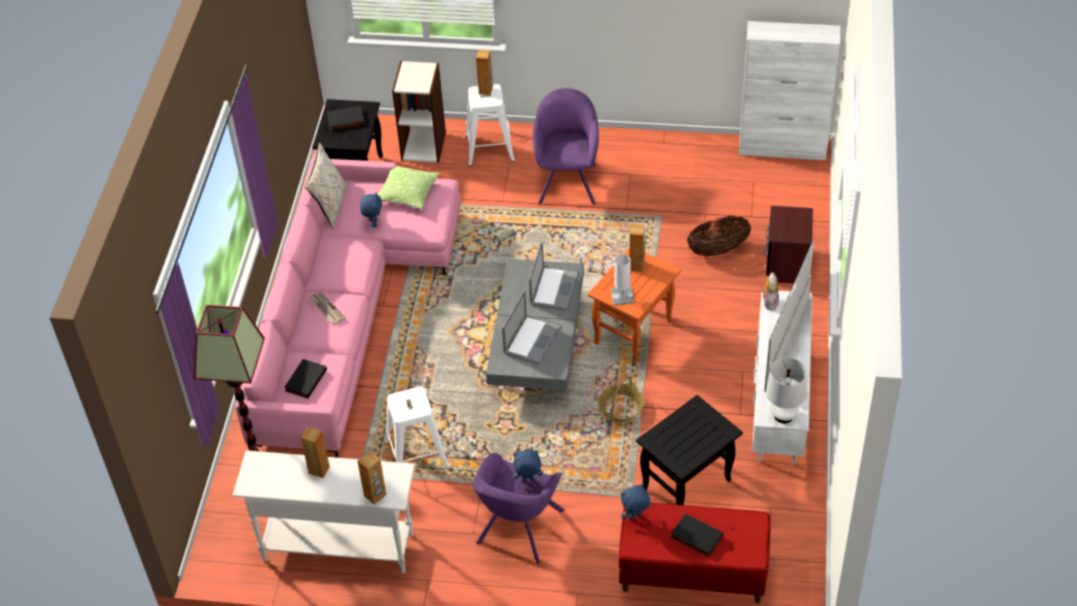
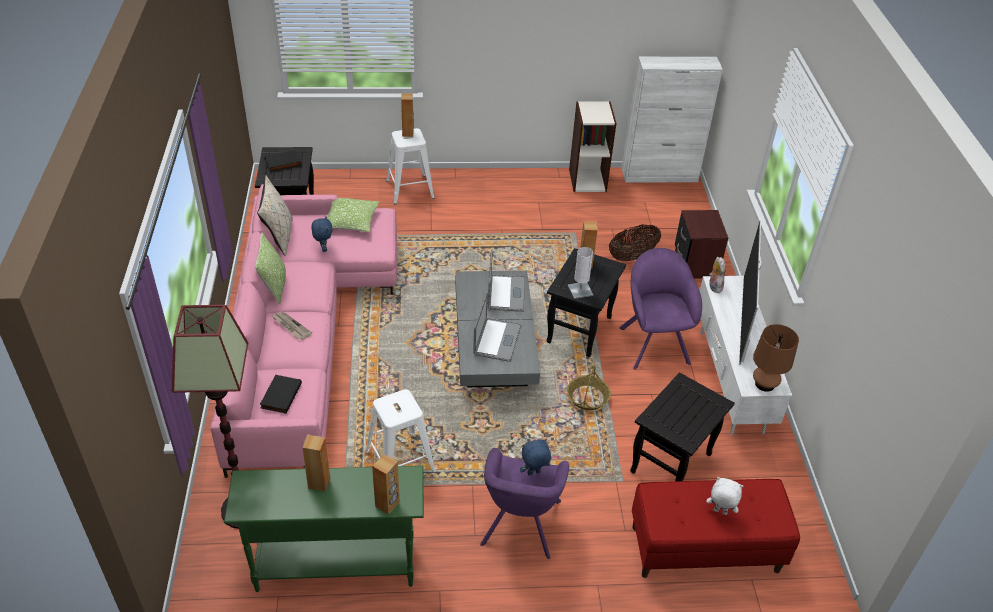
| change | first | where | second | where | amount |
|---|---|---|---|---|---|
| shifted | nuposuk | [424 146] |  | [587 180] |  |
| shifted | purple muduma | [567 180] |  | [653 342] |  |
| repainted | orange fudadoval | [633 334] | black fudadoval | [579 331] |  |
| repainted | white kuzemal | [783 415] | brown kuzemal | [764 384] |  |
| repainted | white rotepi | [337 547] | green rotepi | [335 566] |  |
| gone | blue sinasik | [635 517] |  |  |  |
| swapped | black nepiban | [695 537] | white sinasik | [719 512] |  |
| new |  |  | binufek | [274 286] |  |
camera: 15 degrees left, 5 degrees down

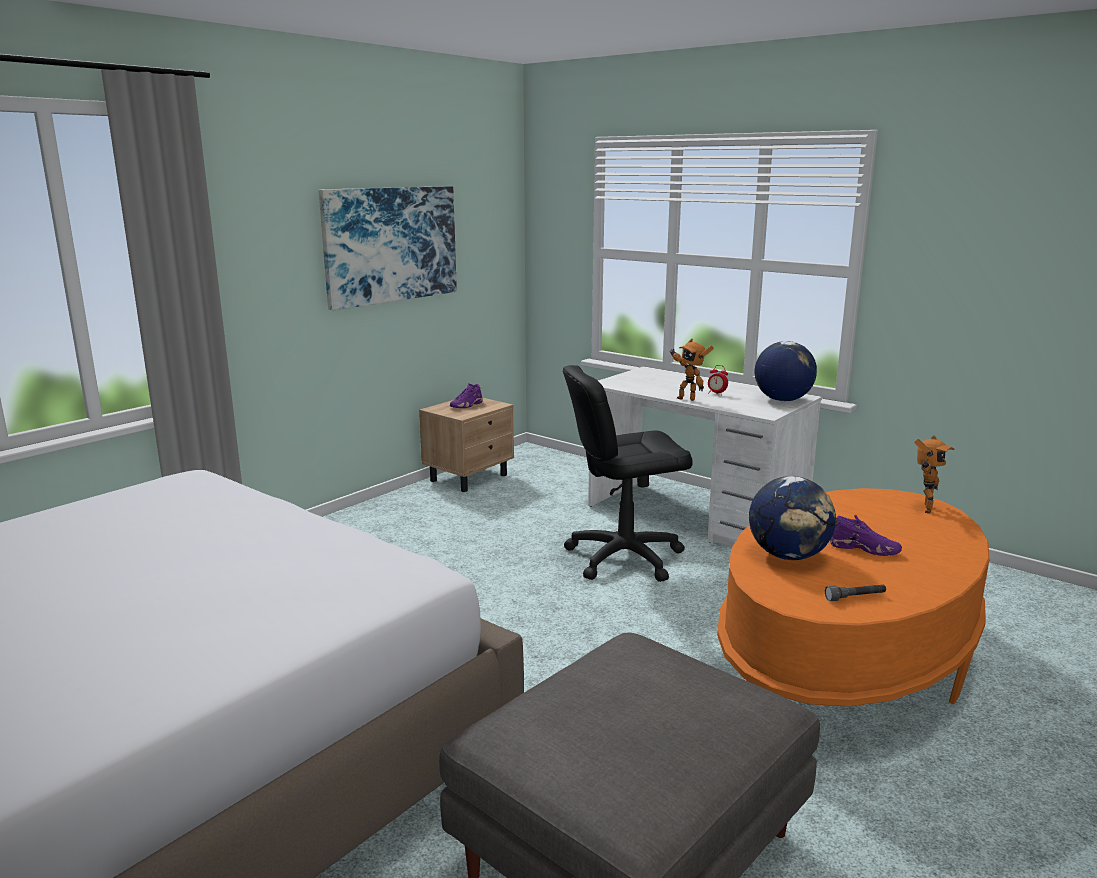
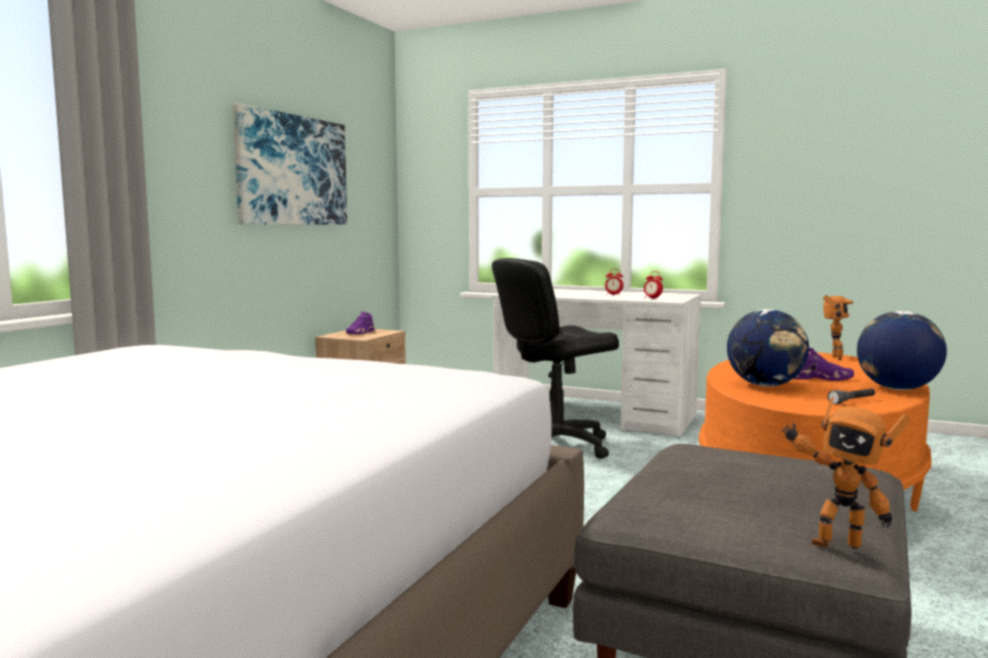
| change | first | where | second | where | amount |
|---|---|---|---|---|---|
| shifted | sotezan | [686 398] |  | [834 543] |  |
| shifted | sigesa | [782 400] |  | [897 389] |  |
| new |  |  | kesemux | [652 299] |  |
camera: 15 degrees left, 10 degrees down

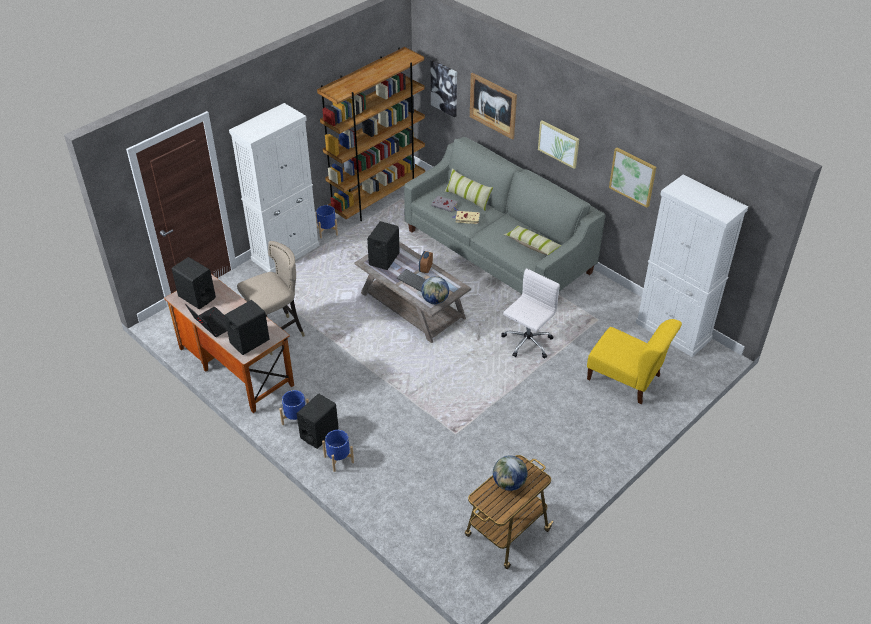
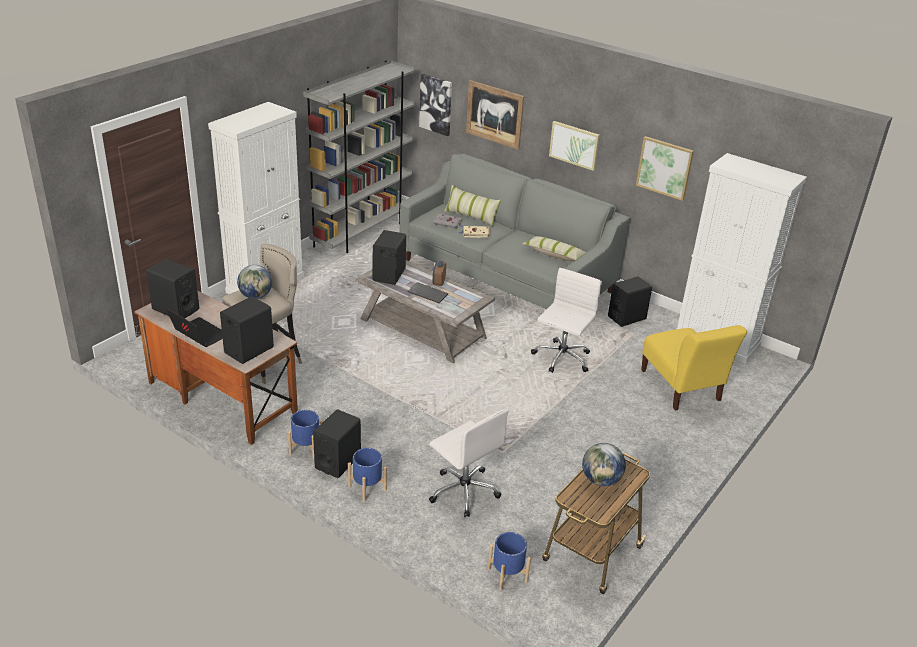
| change | first | where | second | where | amount |
|---|---|---|---|---|---|
| repainted | brown nuposuk | [378 198] | grey nuposuk | [362 232] |  |
| shifted | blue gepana | [327 231] |  | [507 575] |  |
| shifted | sigesa | [435 300] |  | [256 296] |  |
| rotated | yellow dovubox | [626 379] |  | [681 388] | 45 degrees clockwise |
| new |  |  | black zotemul | [627 317] |  |
| new |  |  | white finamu | [463 491] |  |
camera: 10 degrees left, 10 degrees down

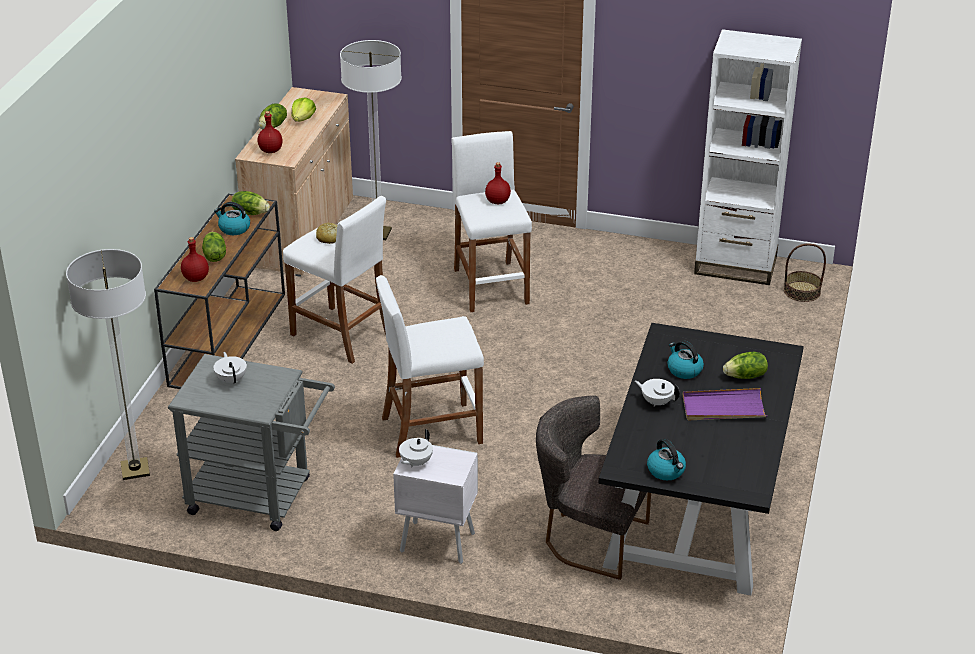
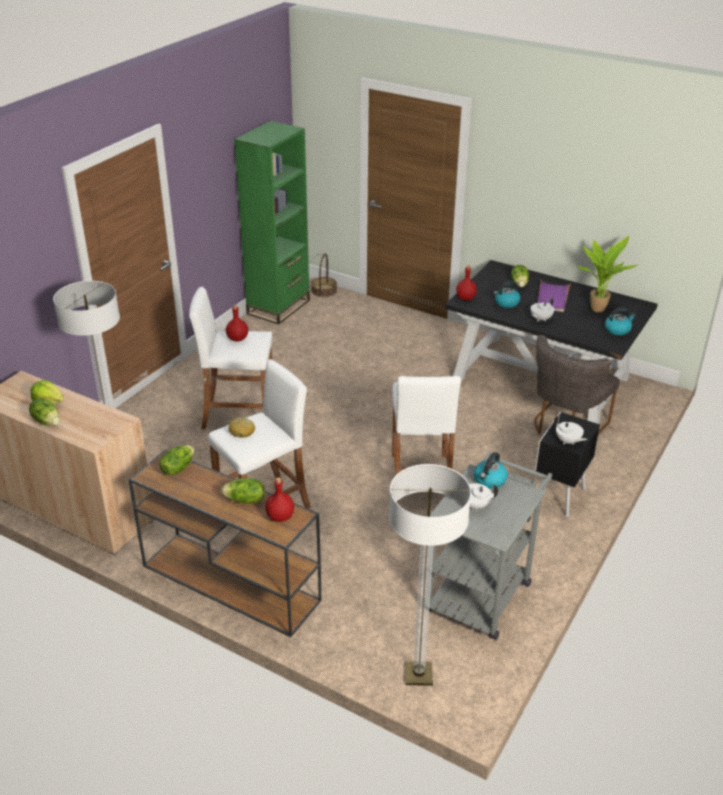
| change | first | where | second | where | amount |
|---|---|---|---|---|---|
| repainted | white nuposuk | [735 266] | green nuposuk | [278 307] |  |
| shifted | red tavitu | [271 150] |  | [465 298] |  |
| shifted | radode | [234 228] |  | [489 480] |  |
| repainted | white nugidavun | [436 542] | black nugidavun | [558 497] |  |
| new |  |  | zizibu | [596 308] |  |
camera: 75 degrees left, 0 degrees up

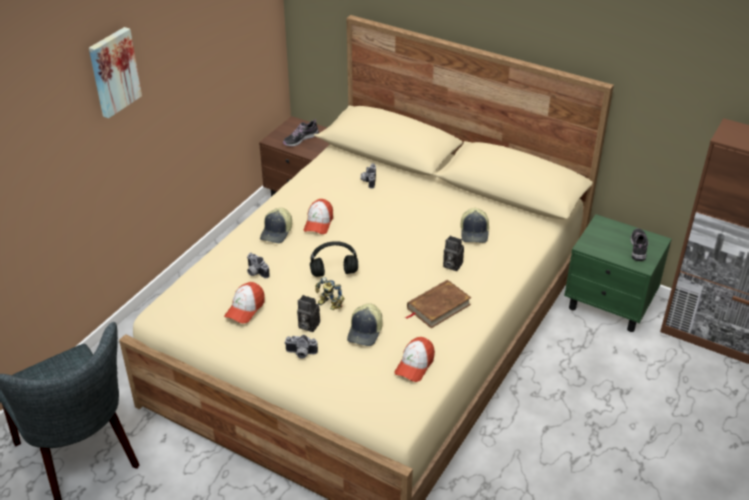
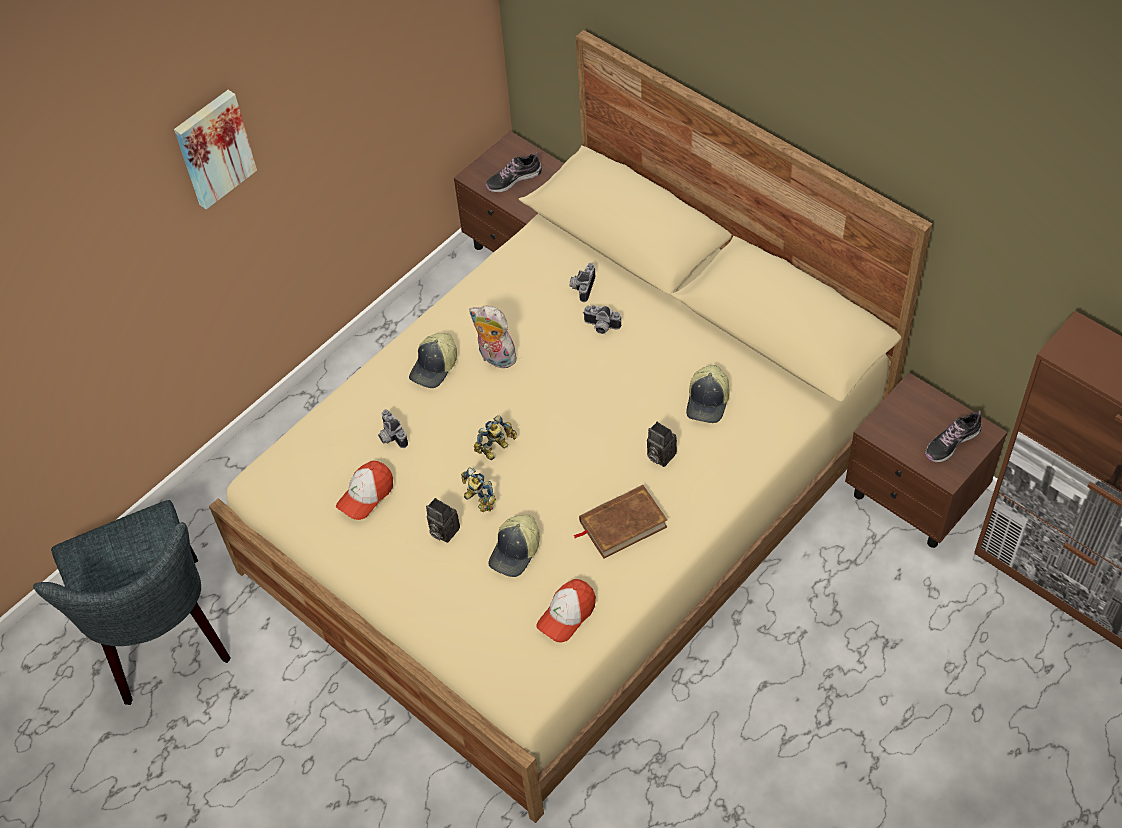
| change | first | where | second | where | amount |
|---|---|---|---|---|---|
| swapped | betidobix | [318 223] | sinasik | [495 357] |  |
| repainted | green nugidavun | [610 305] | brown nugidavun | [915 498] |  |
| rotated | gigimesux | [638 248] |  | [951 443] | 150 degrees counterclockwise |
| swapped | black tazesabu | [335 273] | sotezan | [496 449] |  |
| shifted | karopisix | [301 354] |  | [601 327] |  |
camera: 15 degrees right, 15 degrees up

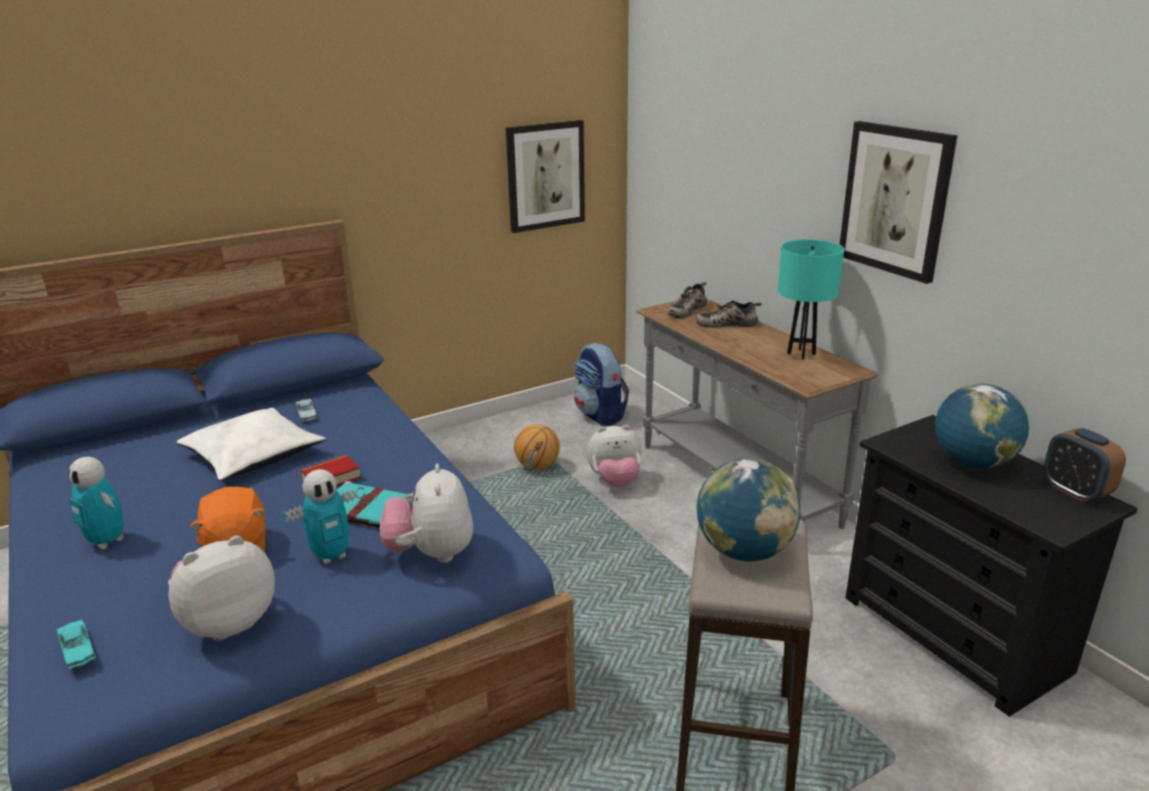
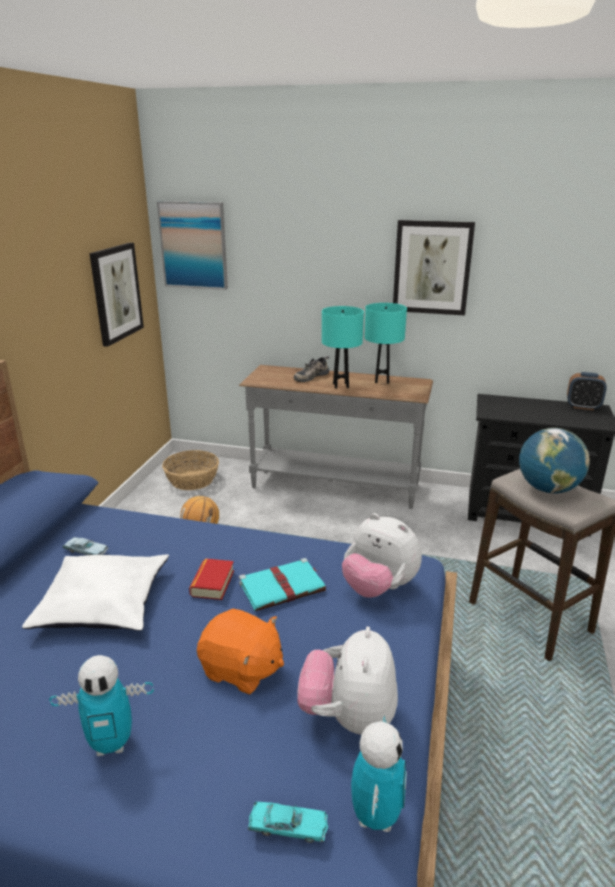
| change | first | where | second | where | amount |
|---|---|---|---|---|---|
| gone | gigimesux | [686 309] |  |  |  |
| swapped | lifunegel | [600 415] | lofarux | [192 480] |  |
| gone | sigesa | [973 463] |  |  |  |
| gone | sinasik | [615 481] |  |  |  |
| shifted | sotezan | [331 555] |  | [376 816] |  |
| new |  |  | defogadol | [194 245] |  |
| new |  |  | turquoise kuzemal | [341 385] |  |
camera: 45 degrees left, 0 degrees up

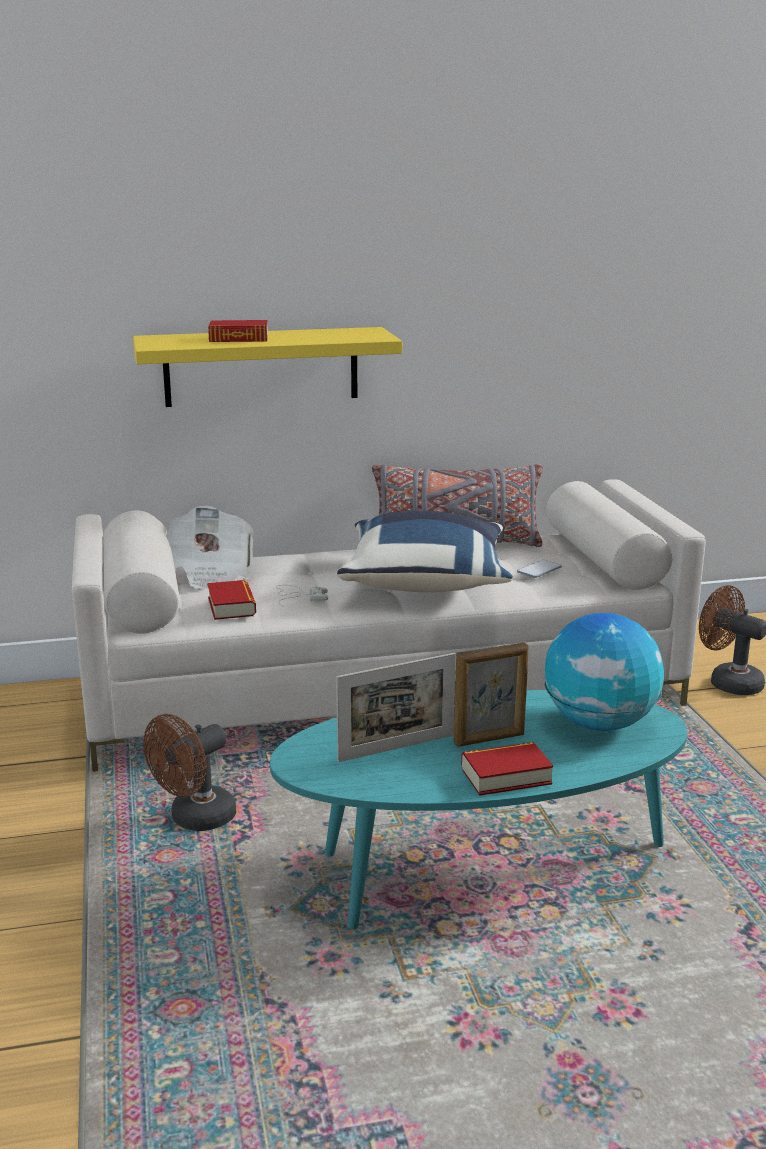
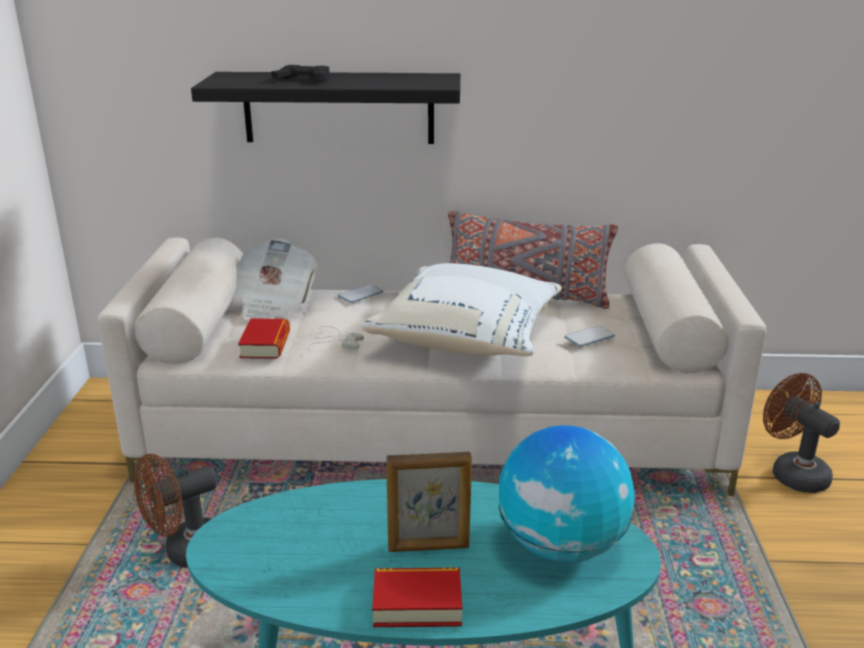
| change | first | where | second | where | amount |
|---|---|---|---|---|---|
| swapped | nepiban | [239 338] | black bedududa | [303 80] |  |
| repainted | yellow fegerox | [261 366] | black fegerox | [338 108] |  |
| repainted | blue binufek | [426 582] | white binufek | [468 338] |  |
| gone | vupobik | [397 748] |  |  |  |
| new |  |  | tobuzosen | [360 295] |  |
camera: 15 degrees right, 5 degrees up

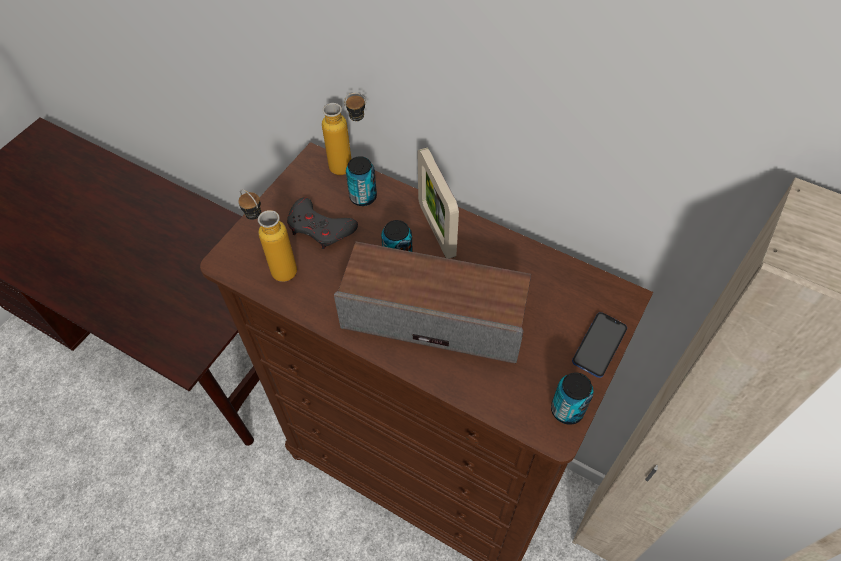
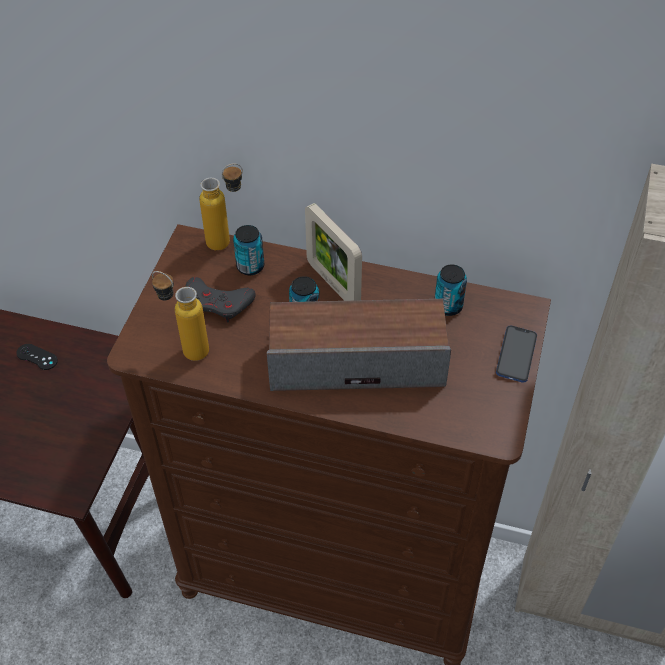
| change | first | where | second | where | amount |
|---|---|---|---|---|---|
| shifted | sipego | [567 410] |  | [448 306] |  |
| new |  |  | black bedududa | [37 357] |  |
camera: 15 degrees left, 5 degrees down

